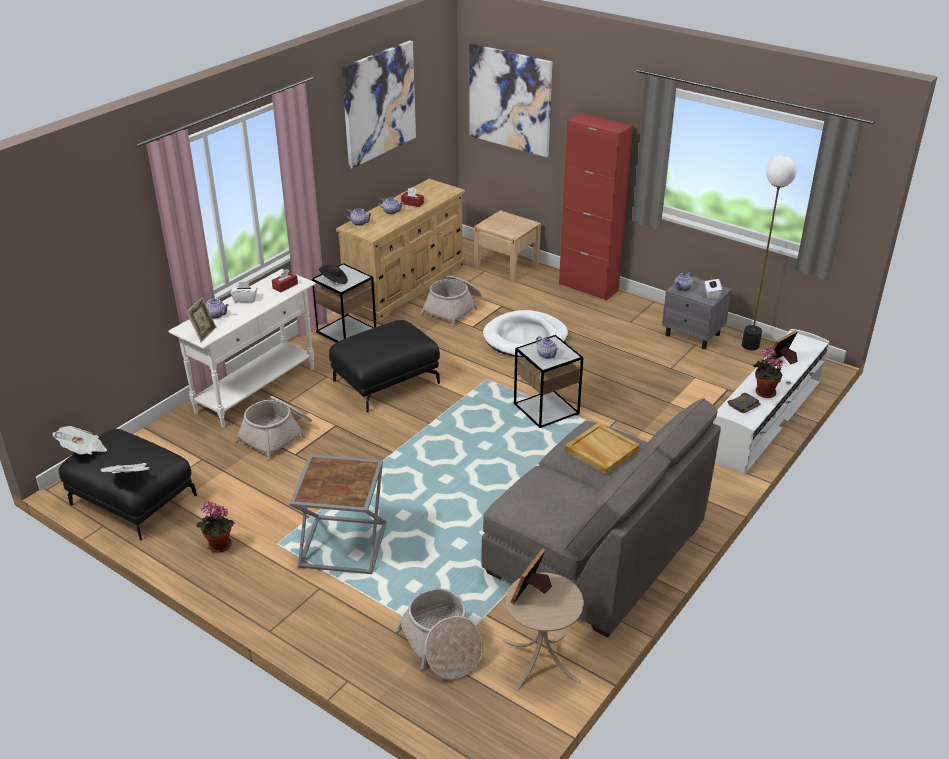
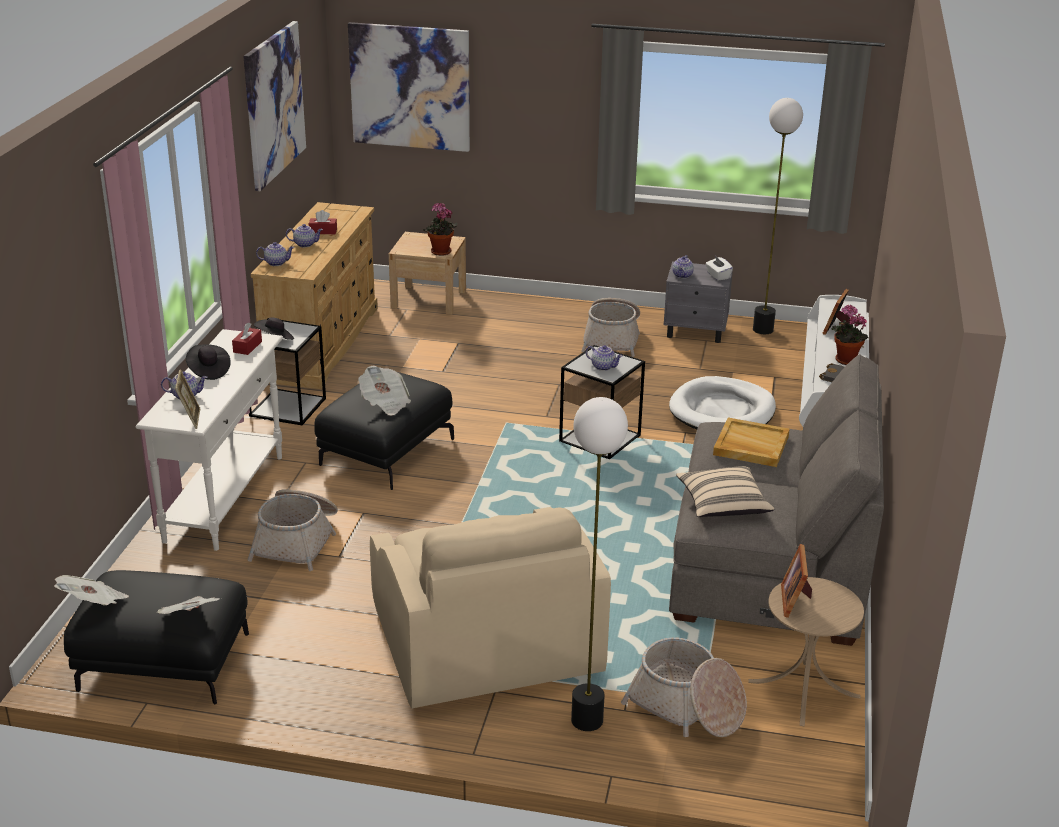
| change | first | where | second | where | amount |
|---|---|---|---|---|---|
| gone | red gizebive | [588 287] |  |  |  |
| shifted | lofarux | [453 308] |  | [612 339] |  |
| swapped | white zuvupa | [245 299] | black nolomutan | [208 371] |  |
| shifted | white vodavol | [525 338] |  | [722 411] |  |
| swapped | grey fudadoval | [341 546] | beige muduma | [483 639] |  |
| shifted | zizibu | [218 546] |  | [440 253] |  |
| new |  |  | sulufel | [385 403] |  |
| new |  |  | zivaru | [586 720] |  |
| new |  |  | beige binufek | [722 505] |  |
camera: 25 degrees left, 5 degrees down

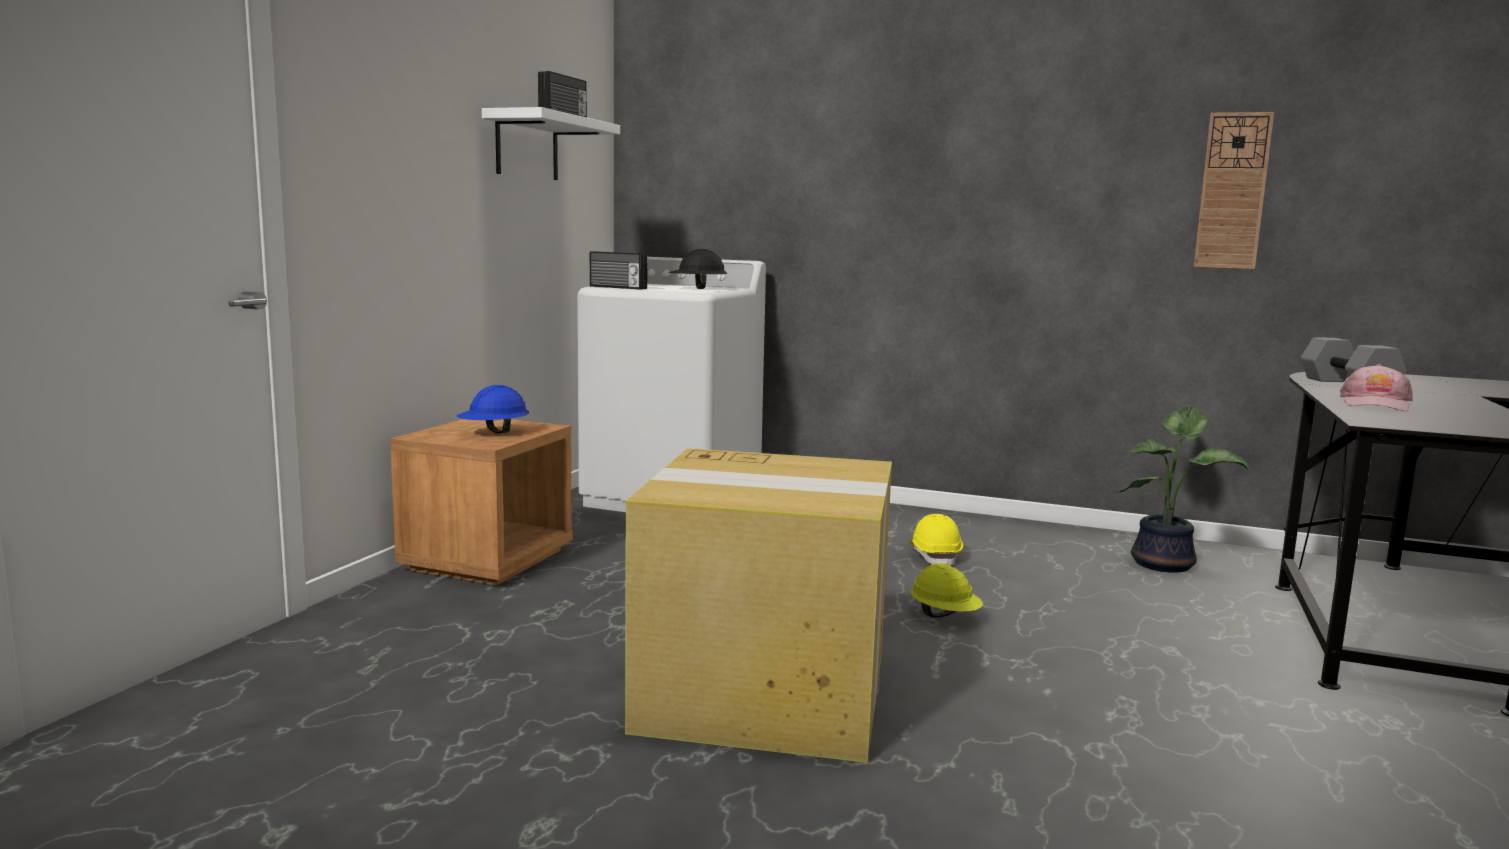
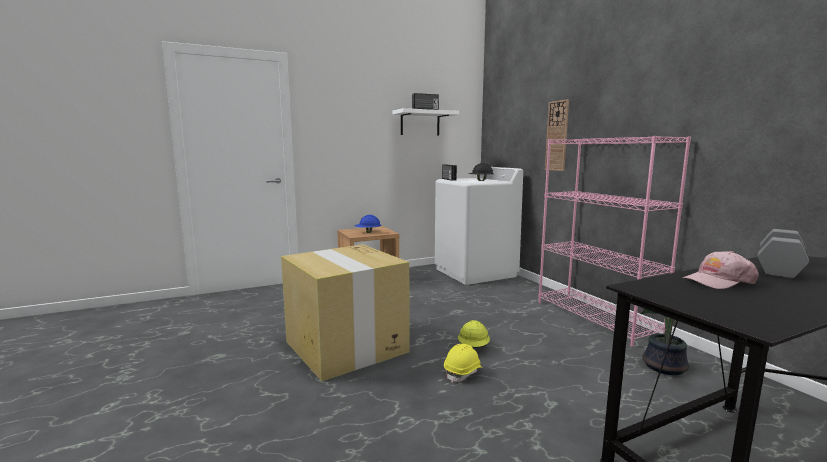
| change | first | where | second | where | amount |
|---|---|---|---|---|---|
| shifted | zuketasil | [1232 191] |  | [557 136] |  |
| shifted | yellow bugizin | [935 556] |  | [463 372] |  |
| new |  |  | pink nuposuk | [596 318] |  |
camera: 45 degrees right, 0 degrees up

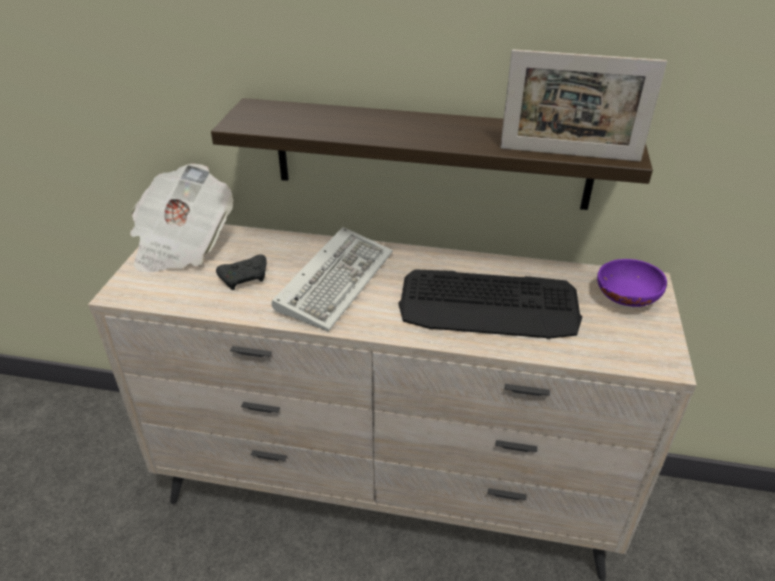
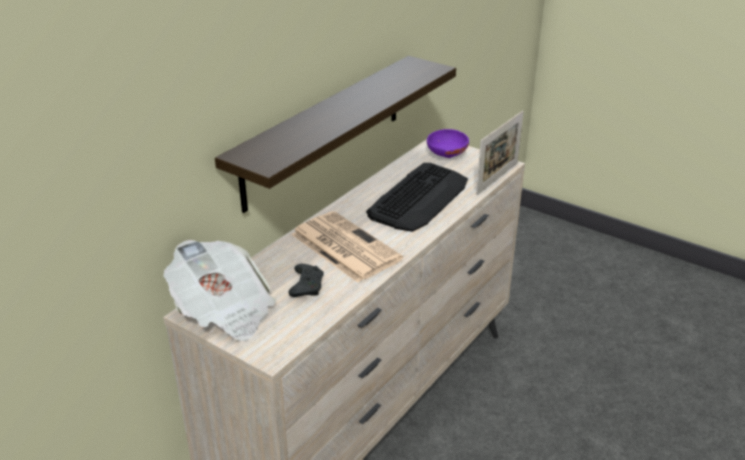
| change | first | where | second | where | amount |
|---|---|---|---|---|---|
| shifted | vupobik | [569 154] |  | [497 178] |  |
| swapped | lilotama | [335 280] | sulufel | [343 246] |  |
camera: 65 degrees left, 5 degrees down

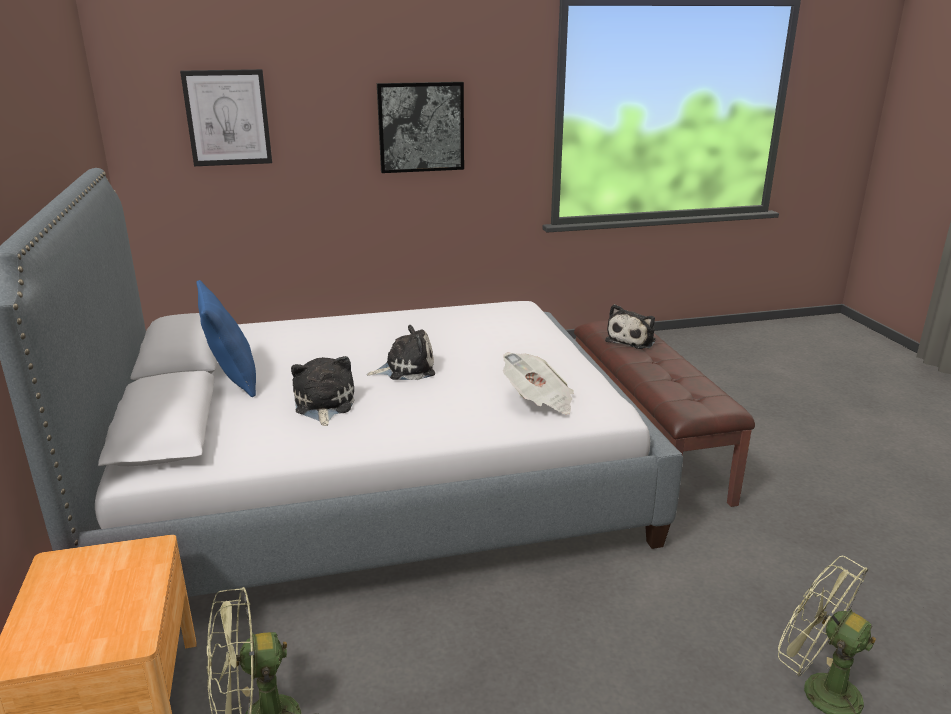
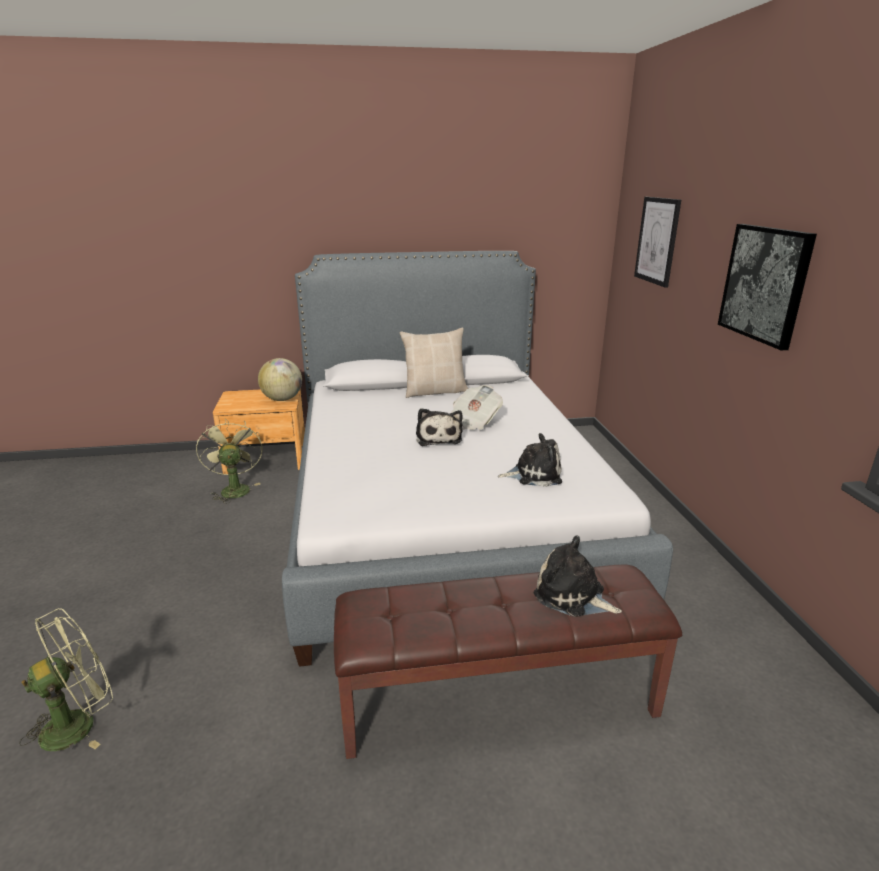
| change | first | where | second | where | amount |
|---|---|---|---|---|---|
| repainted | blue binufek | [232 379] | beige binufek | [435 391] |  |
| shifted | sulufel | [539 401] |  | [473 422] |  |
| shifted | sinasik | [323 405] |  | [534 474] |  |
| new |  |  | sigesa | [282 399] |  |
camera: 95 degrees right, 0 degrees up

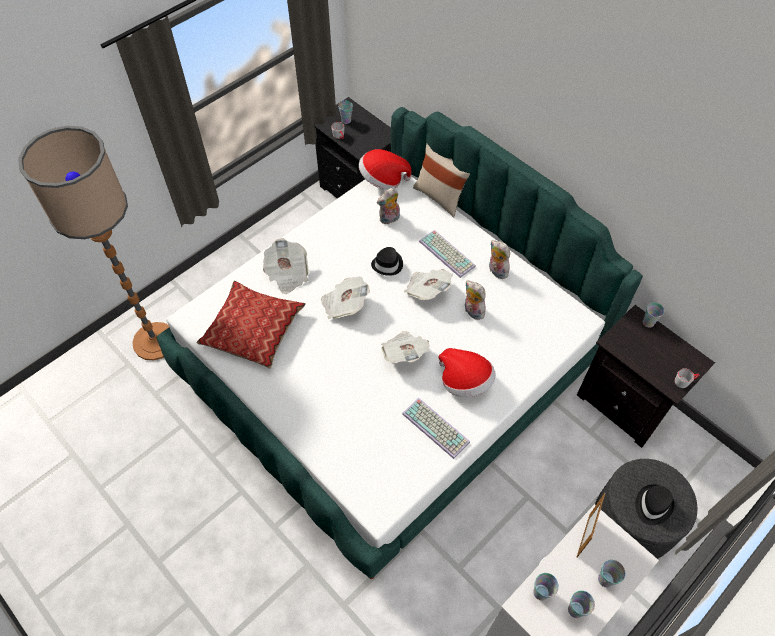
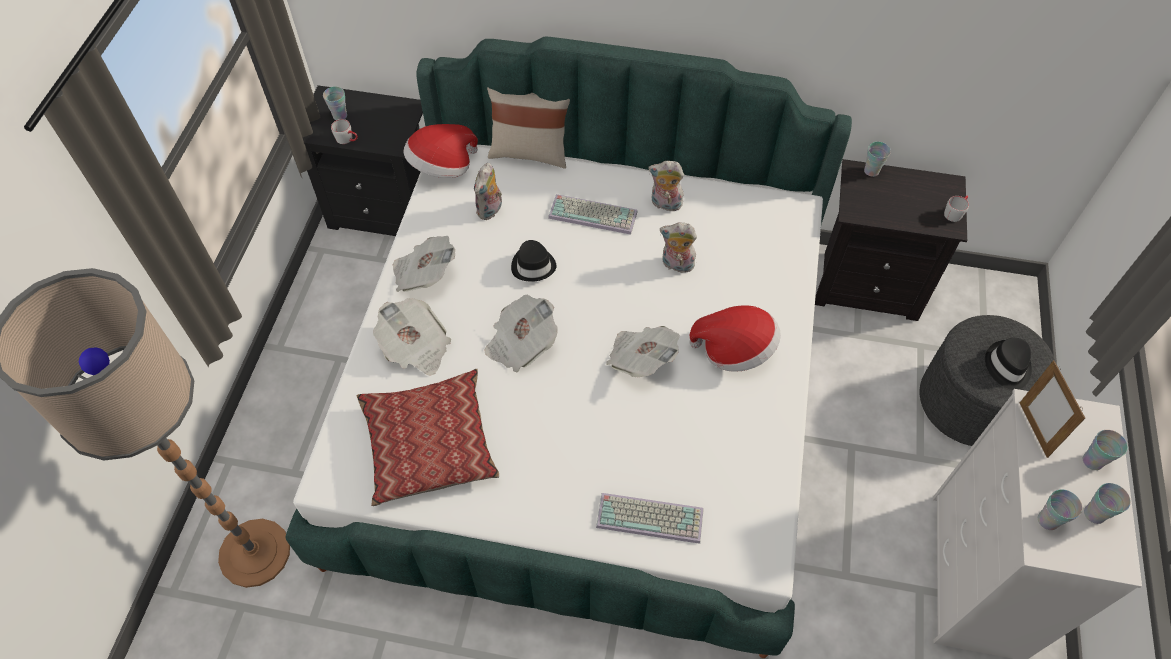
| change | first | where | second | where | amount |
|---|---|---|---|---|---|
| shifted | sulufel | [427 290] |  | [424 274] |  |
| shifted | lilotama | [437 427] |  | [651 516] |  |
camera: 35 degrees left, 0 degrees up

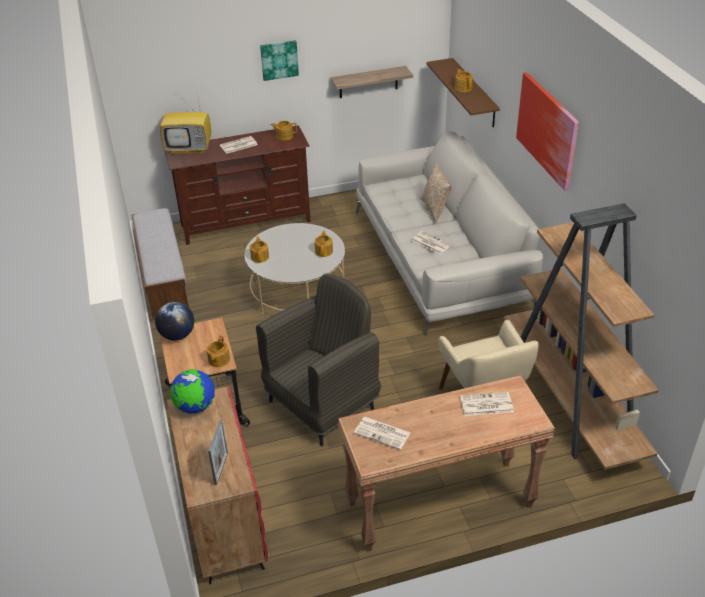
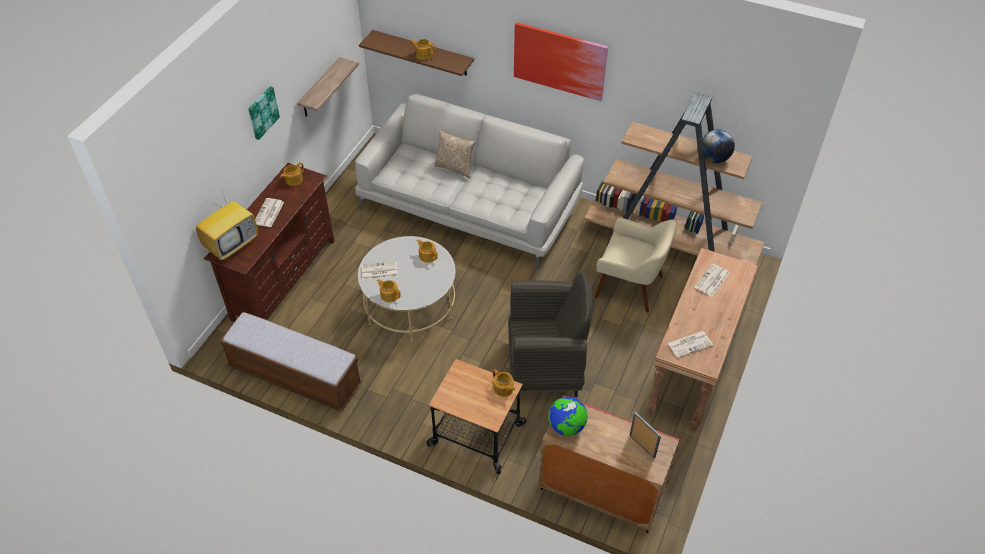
| change | first | where | second | where | amount |
|---|---|---|---|---|---|
| shifted | sulufel | [430 243] |  | [379 271] |  |
| rotated | grey muduma | [323 404] |  | [545 367] | 90 degrees clockwise |
| shifted | sigesa | [177 335] |  | [714 158] |  |
camera: 50 degrees left, 10 degrees up

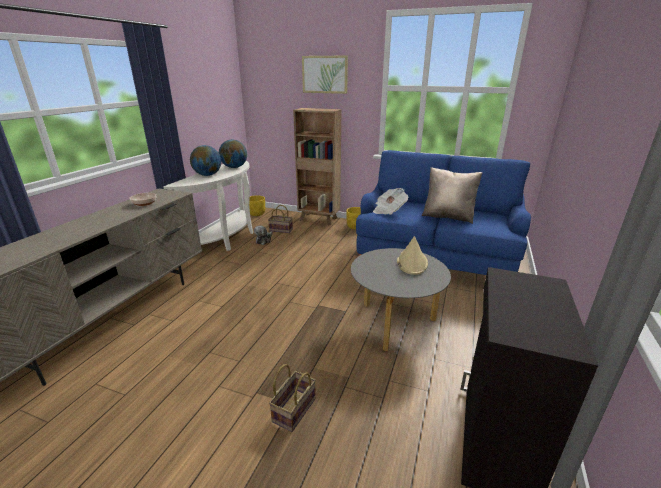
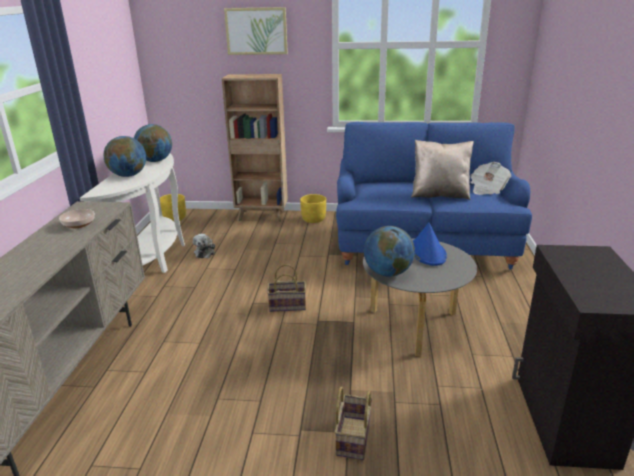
| change | first | where | second | where | amount |
|---|---|---|---|---|---|
| shifted | sulufel | [389 210] |  | [487 189] |  |
| shifted | lofarux | [281 230] |  | [288 305] |  |
| repainted | beige nolomutan | [411 262] | blue nolomutan | [427 252] |  |
| new |  |  | sigesa | [388 273] |  |
camera: 15 degrees left, 0 degrees up

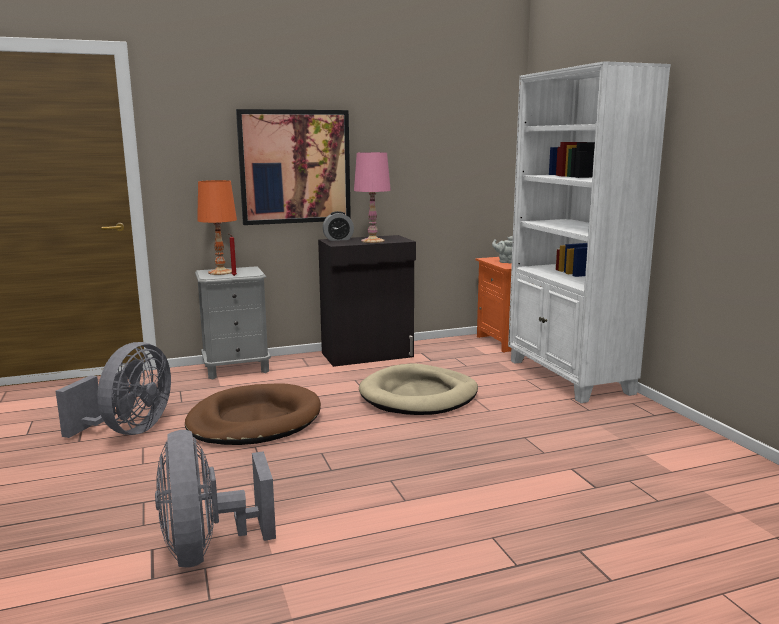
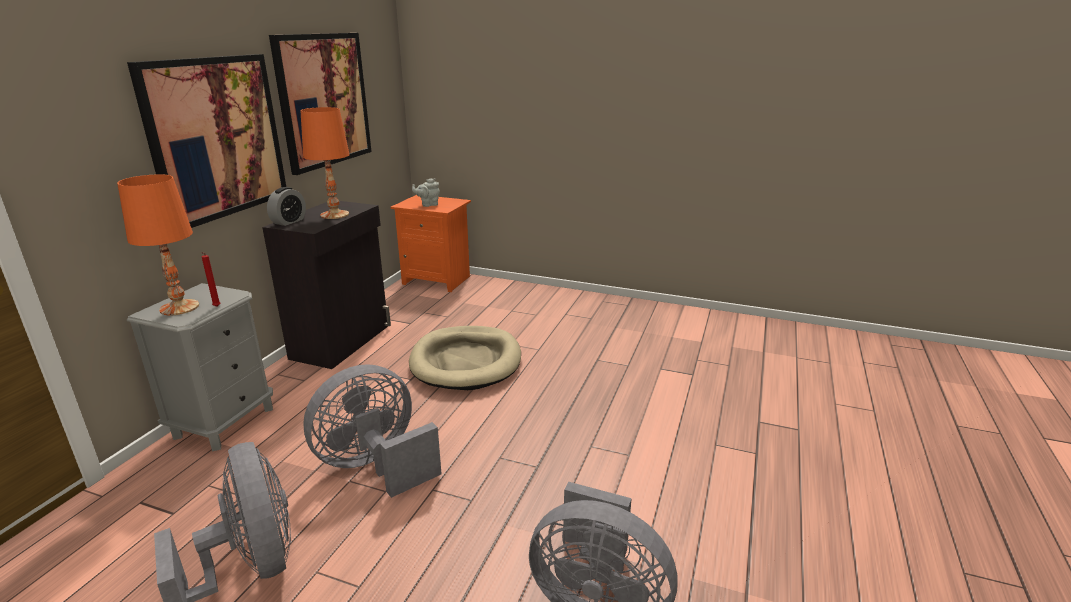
| change | first | where | second | where | amount |
|---|---|---|---|---|---|
| gone | white nuposuk | [568 377] |  |  |  |
| repainted | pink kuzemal | [372 241] | orange kuzemal | [334 214] |  |
| swapped | brown vodavol | [254 421] | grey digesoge | [375 466] |  |
| new |  |  | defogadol | [324 100] |  |
camera: 50 degrees left, 10 degrees up

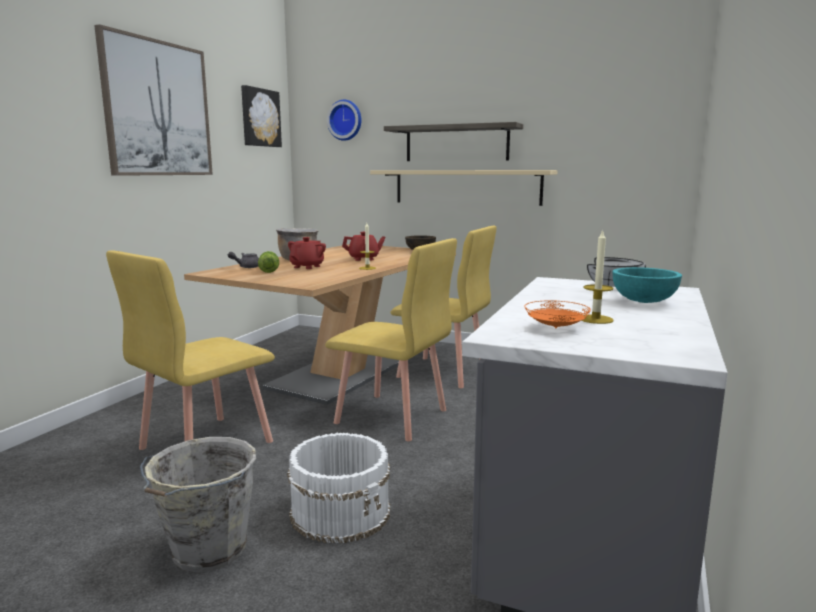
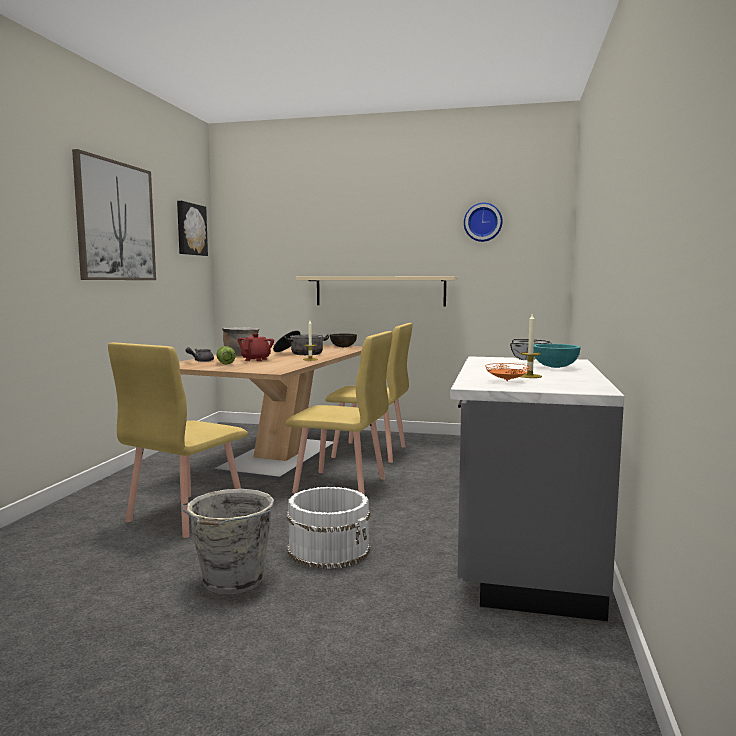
| change | first | where | second | where | amount |
|---|---|---|---|---|---|
| shifted | zuketasil | [345 120] |  | [483 222] |  |
| gone | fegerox | [456 143] |  |  |  |
| swapped | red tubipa | [364 259] | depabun | [300 353] |  |
camera: 10 degrees left, 5 degrees down

